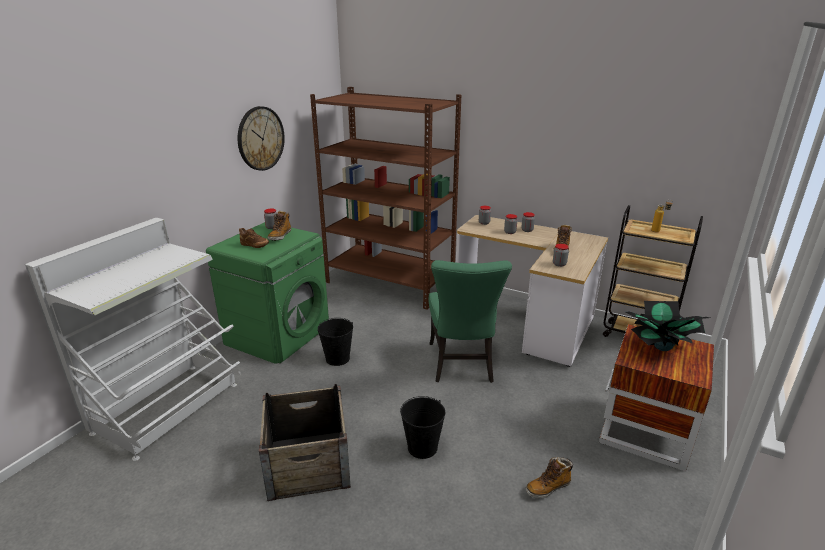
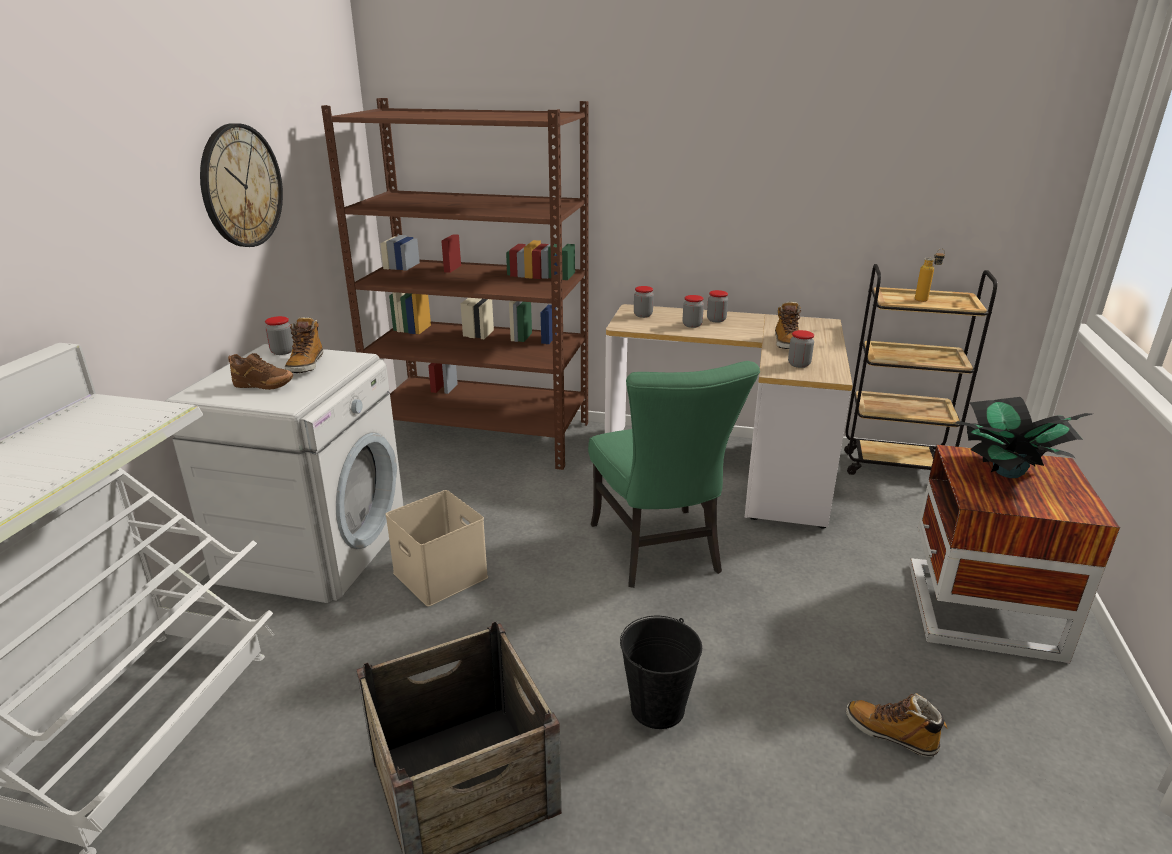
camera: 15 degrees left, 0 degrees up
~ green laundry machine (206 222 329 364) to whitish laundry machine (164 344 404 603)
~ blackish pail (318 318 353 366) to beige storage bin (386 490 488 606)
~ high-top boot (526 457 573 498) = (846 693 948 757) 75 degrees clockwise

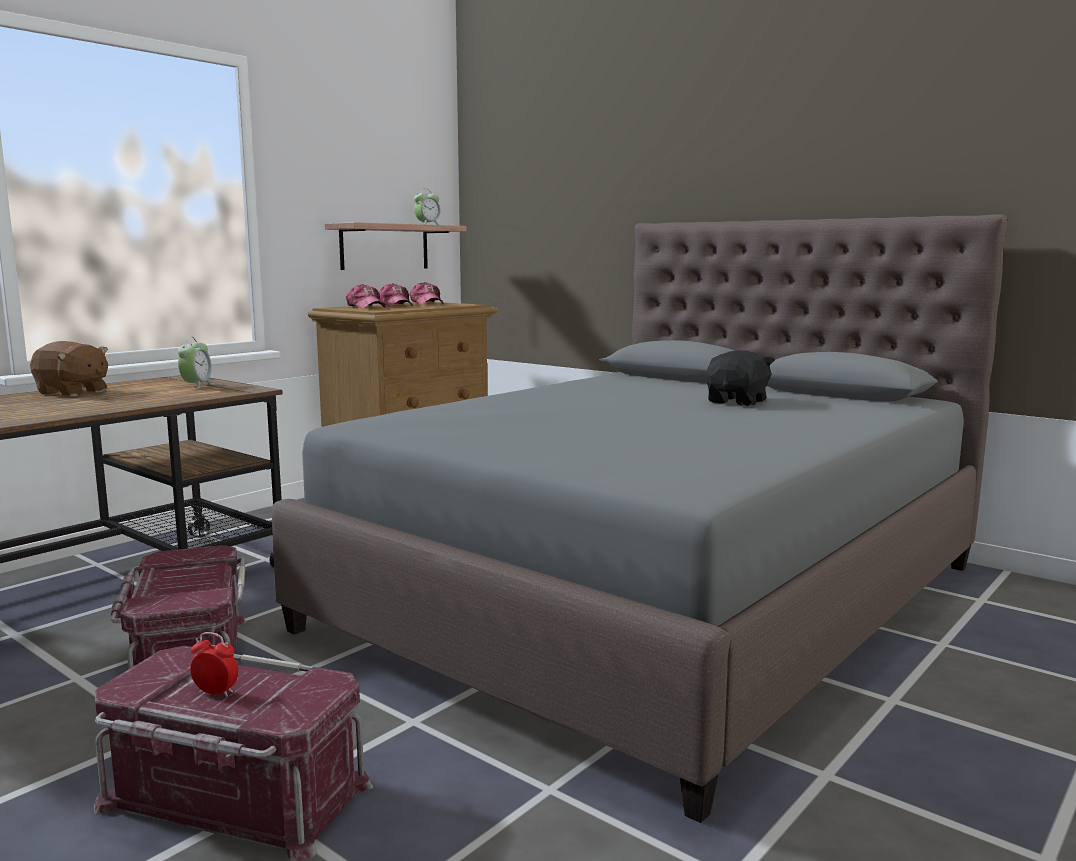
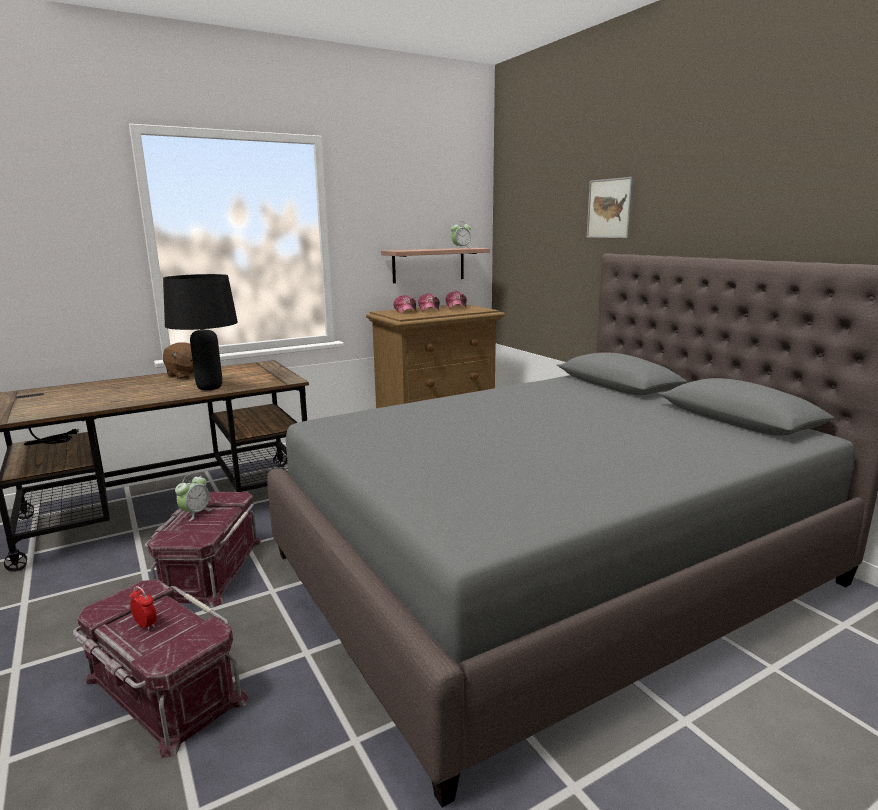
camera: 20 degrees right, 5 degrees up
+ blackish table lamp (163 274 238 390)
~ alarm clock (178 337 213 389) to (175 474 212 521)
+ wall art (587 177 634 238)
- blackish plush toy (706 350 775 406)

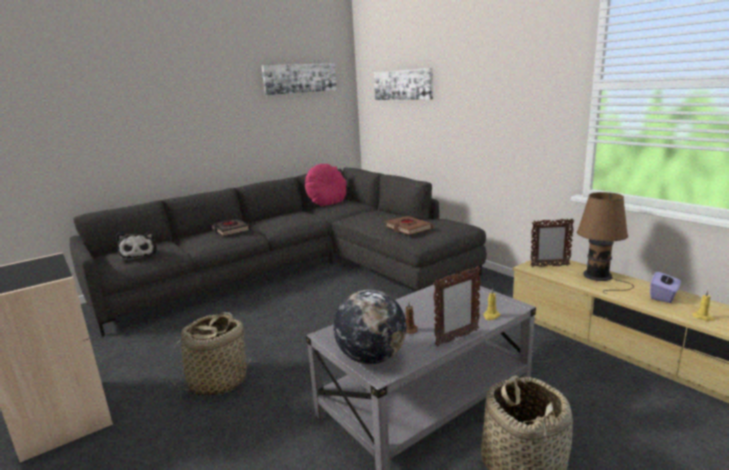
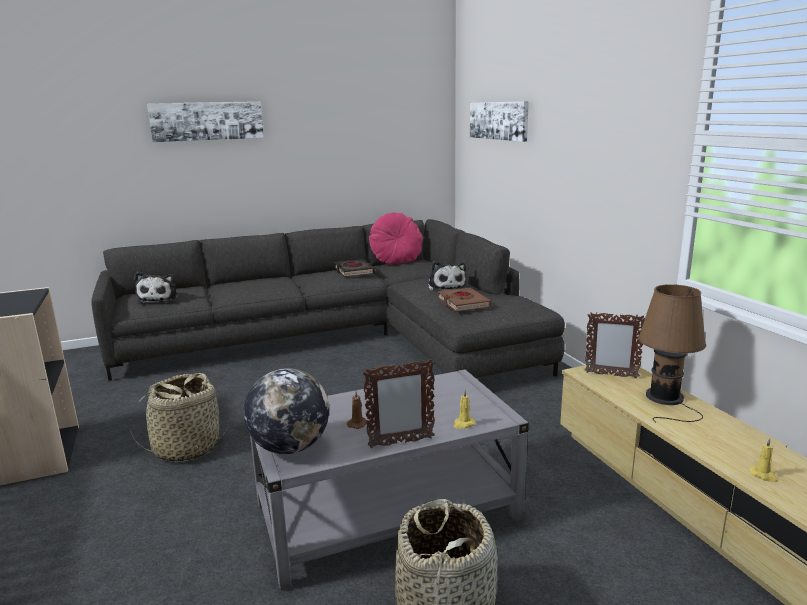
camera: 15 degrees right, 0 degrees up
~ wall art (262 63 337 95) to (147 101 264 142)
~ blackish bound book (210 218 251 236) to (334 259 375 277)
+ plush toy (427 261 466 292)
- purple tissue holder (650 271 681 303)

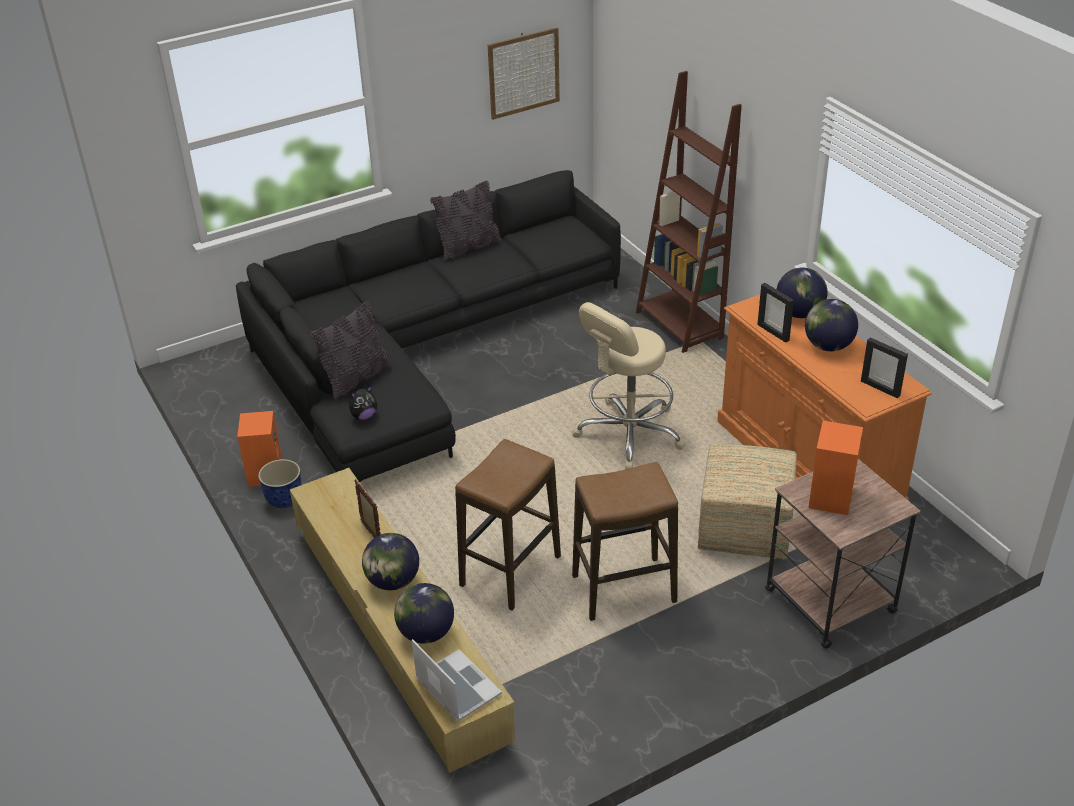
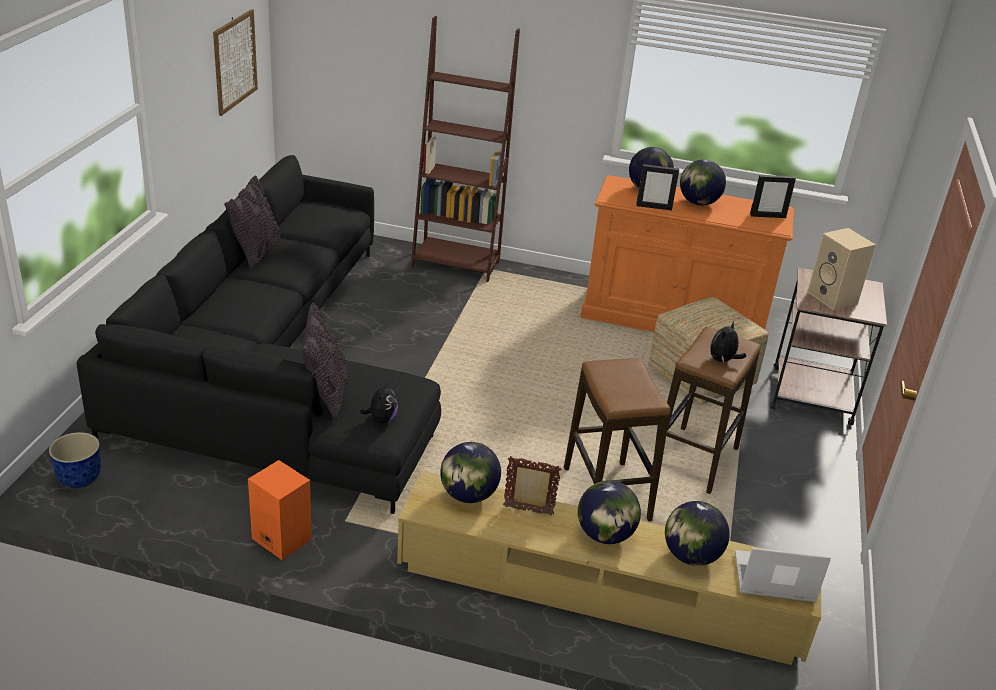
camera: 50 degrees left, 5 degrees down
~ plant pot (258 459 302 508) to (49 432 101 488)
+ world globe (440 442 501 503)
+ plush toy (710 321 746 362)
~ orangey speaker (808 421 863 515) to beige speaker (807 228 876 310)
- beige stool seat (573 302 685 470)

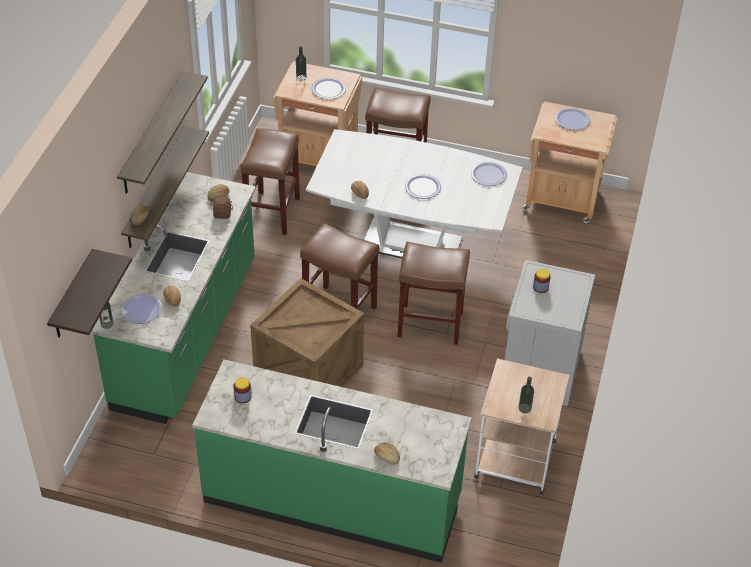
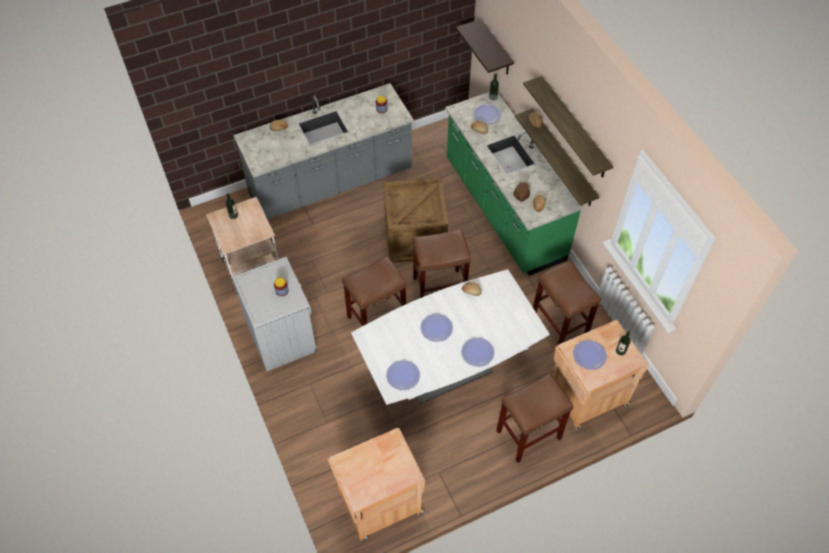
camera: 140 degrees right, 10 degrees up
~ green counter (192 359 472 563) to greyish counter (233 83 414 219)
~ flat dish (555 108 590 130) to (461 338 494 367)

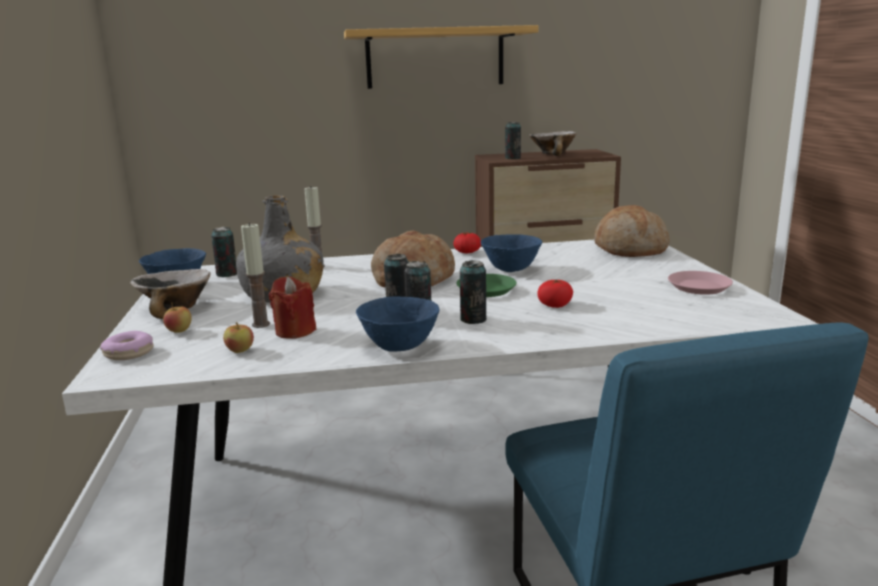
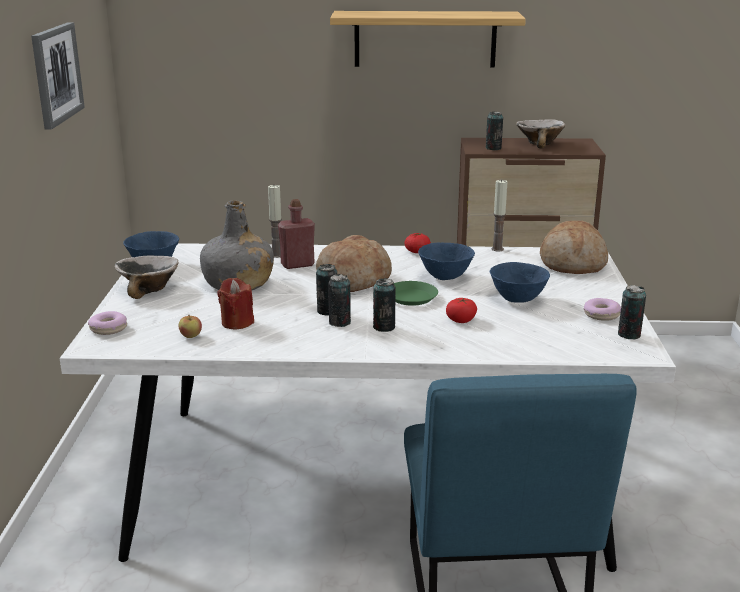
camera: 10 degrees right, 5 degrees up
+ wall art (31 22 85 130)
+ reddish bottle (278 199 315 269)
~ blue-coloured deep dish (356 296 440 352) to (490 262 550 303)
~ candle (241 222 270 328) to (492 179 508 251)
~ pinkish flat dish (668 271 733 295) to ring doughnut (584 298 621 321)
~ sealed can (211 227 237 277) to (618 285 646 339)
- apple fruit (163 302 192 333)

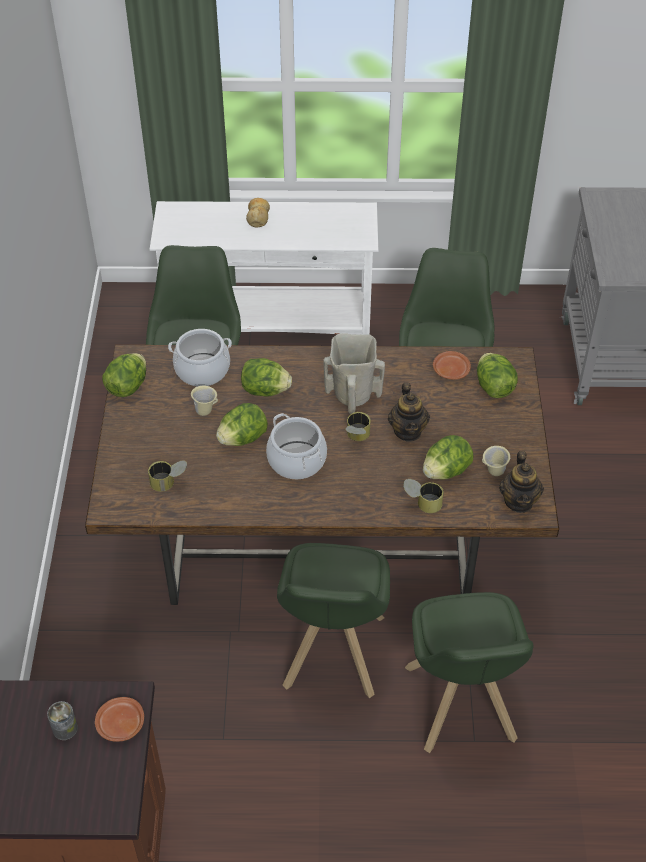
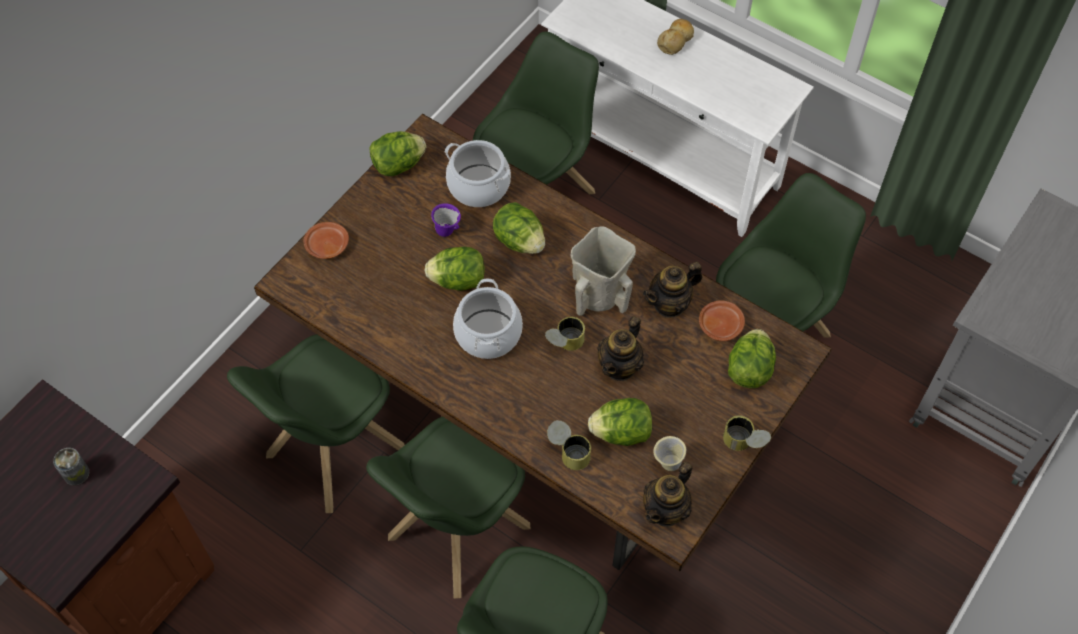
camera: 35 degrees right, 10 degrees up
+ green chair (227 334 405 513)
~ brownish flat dish (95 697 144 742) to (304 222 349 259)
~ beige coffee mug (191 386 218 416) to purple coffee mug (431 203 461 237)
+ teapot (643 261 702 318)
~ sealed can (148 460 187 492) to (723 415 771 451)

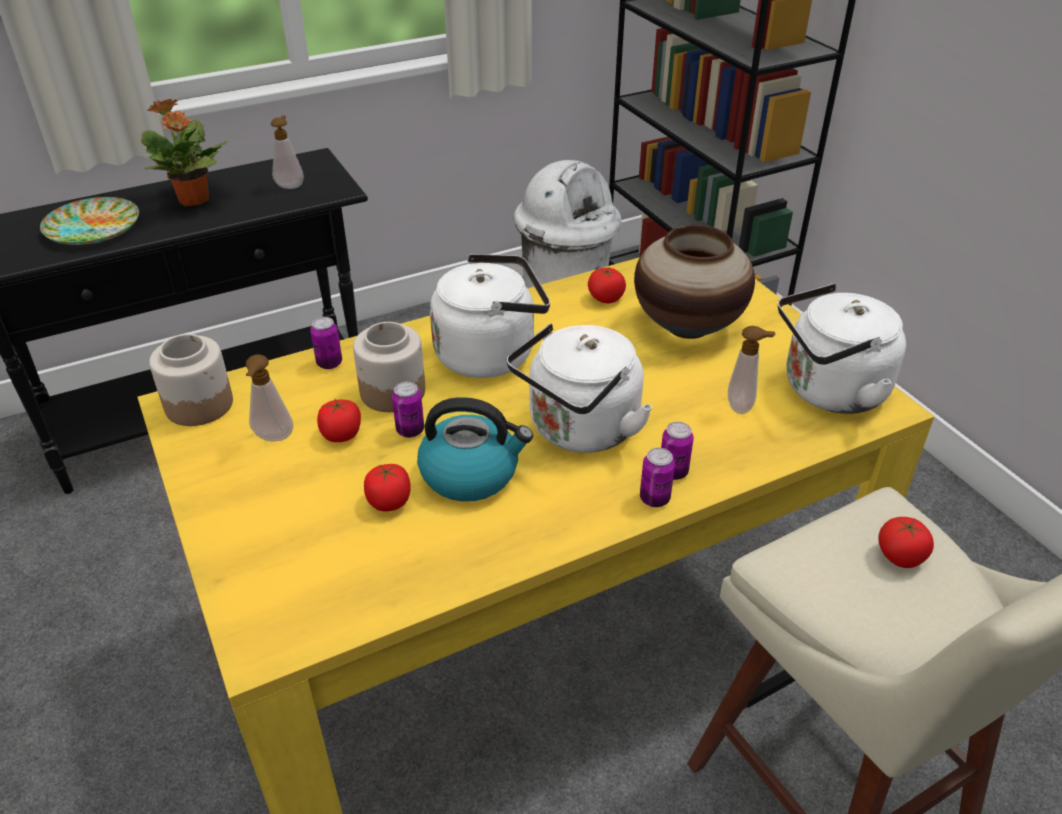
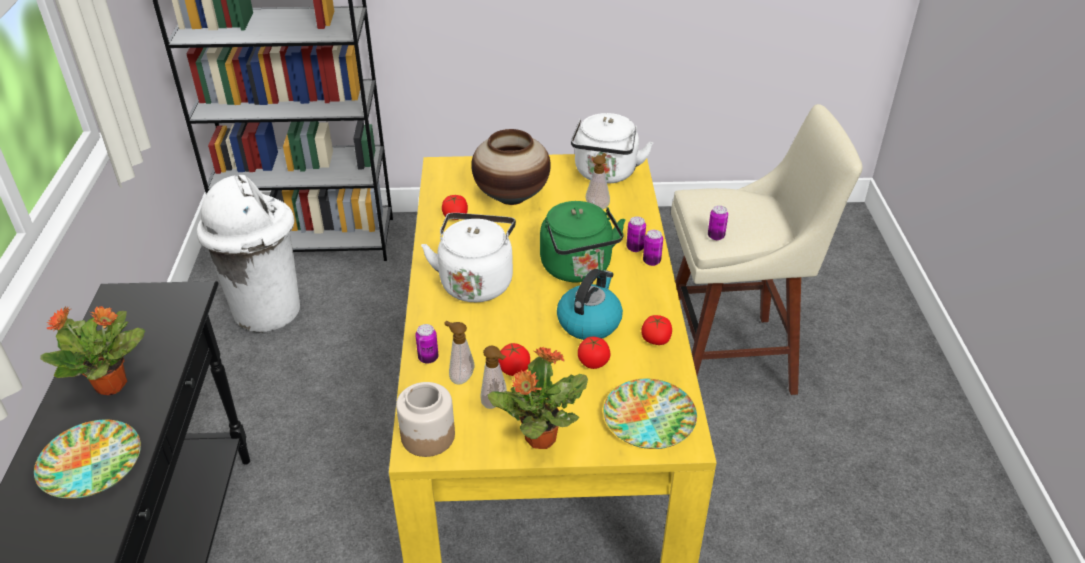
camera: 65 degrees left, 0 degrees up
~ liquid soap bottle (271 115 304 189) to (444 321 475 385)
+ plant in a pot (488 347 588 449)
~ whitish kettle (507 323 652 453) to green kettle (540 201 626 282)
+ flat dish (603 379 697 449)
~ whole tomato (878 517 934 568) to (641 315 672 345)
~ sealed can (392 381 424 438) to (708 205 728 240)
- storage jar (353 322 425 412)

